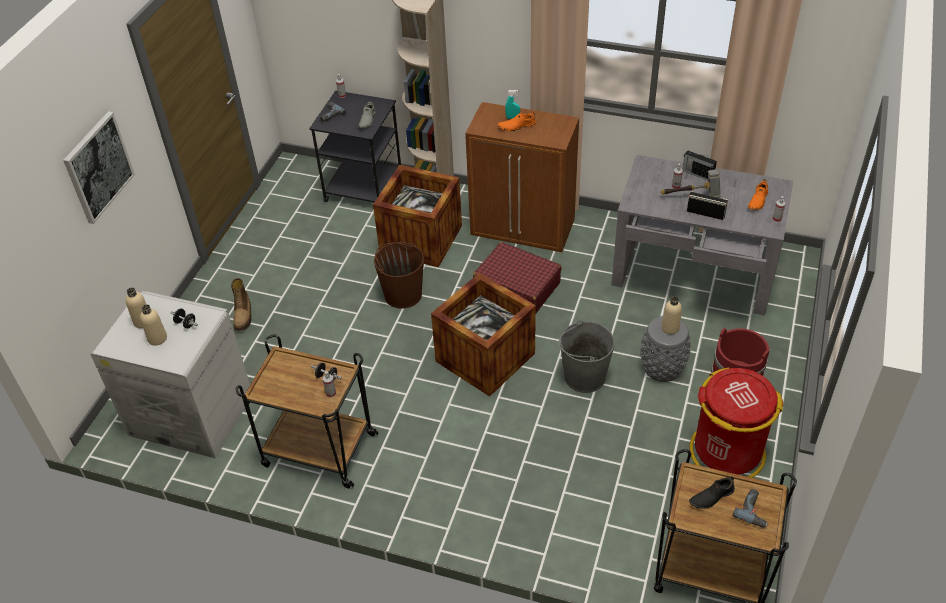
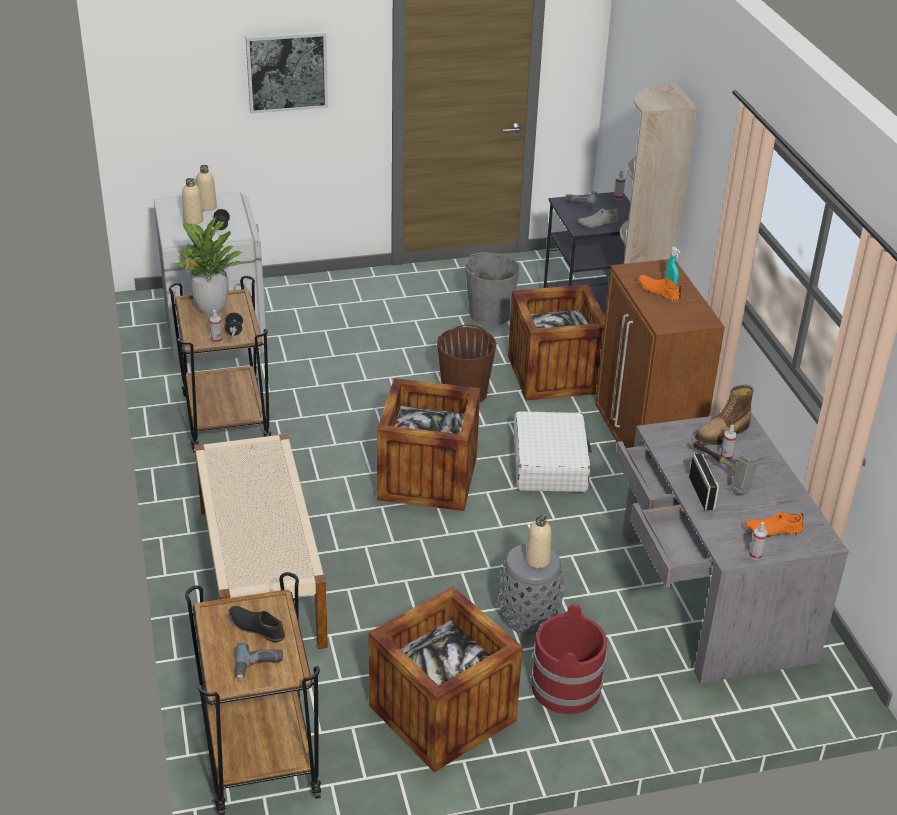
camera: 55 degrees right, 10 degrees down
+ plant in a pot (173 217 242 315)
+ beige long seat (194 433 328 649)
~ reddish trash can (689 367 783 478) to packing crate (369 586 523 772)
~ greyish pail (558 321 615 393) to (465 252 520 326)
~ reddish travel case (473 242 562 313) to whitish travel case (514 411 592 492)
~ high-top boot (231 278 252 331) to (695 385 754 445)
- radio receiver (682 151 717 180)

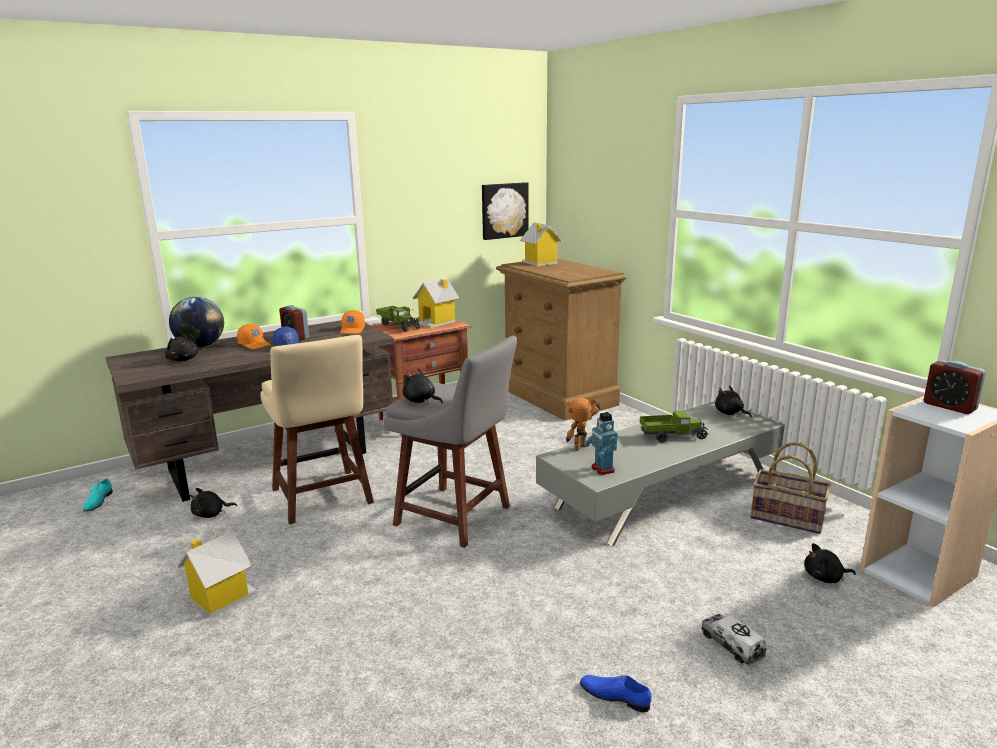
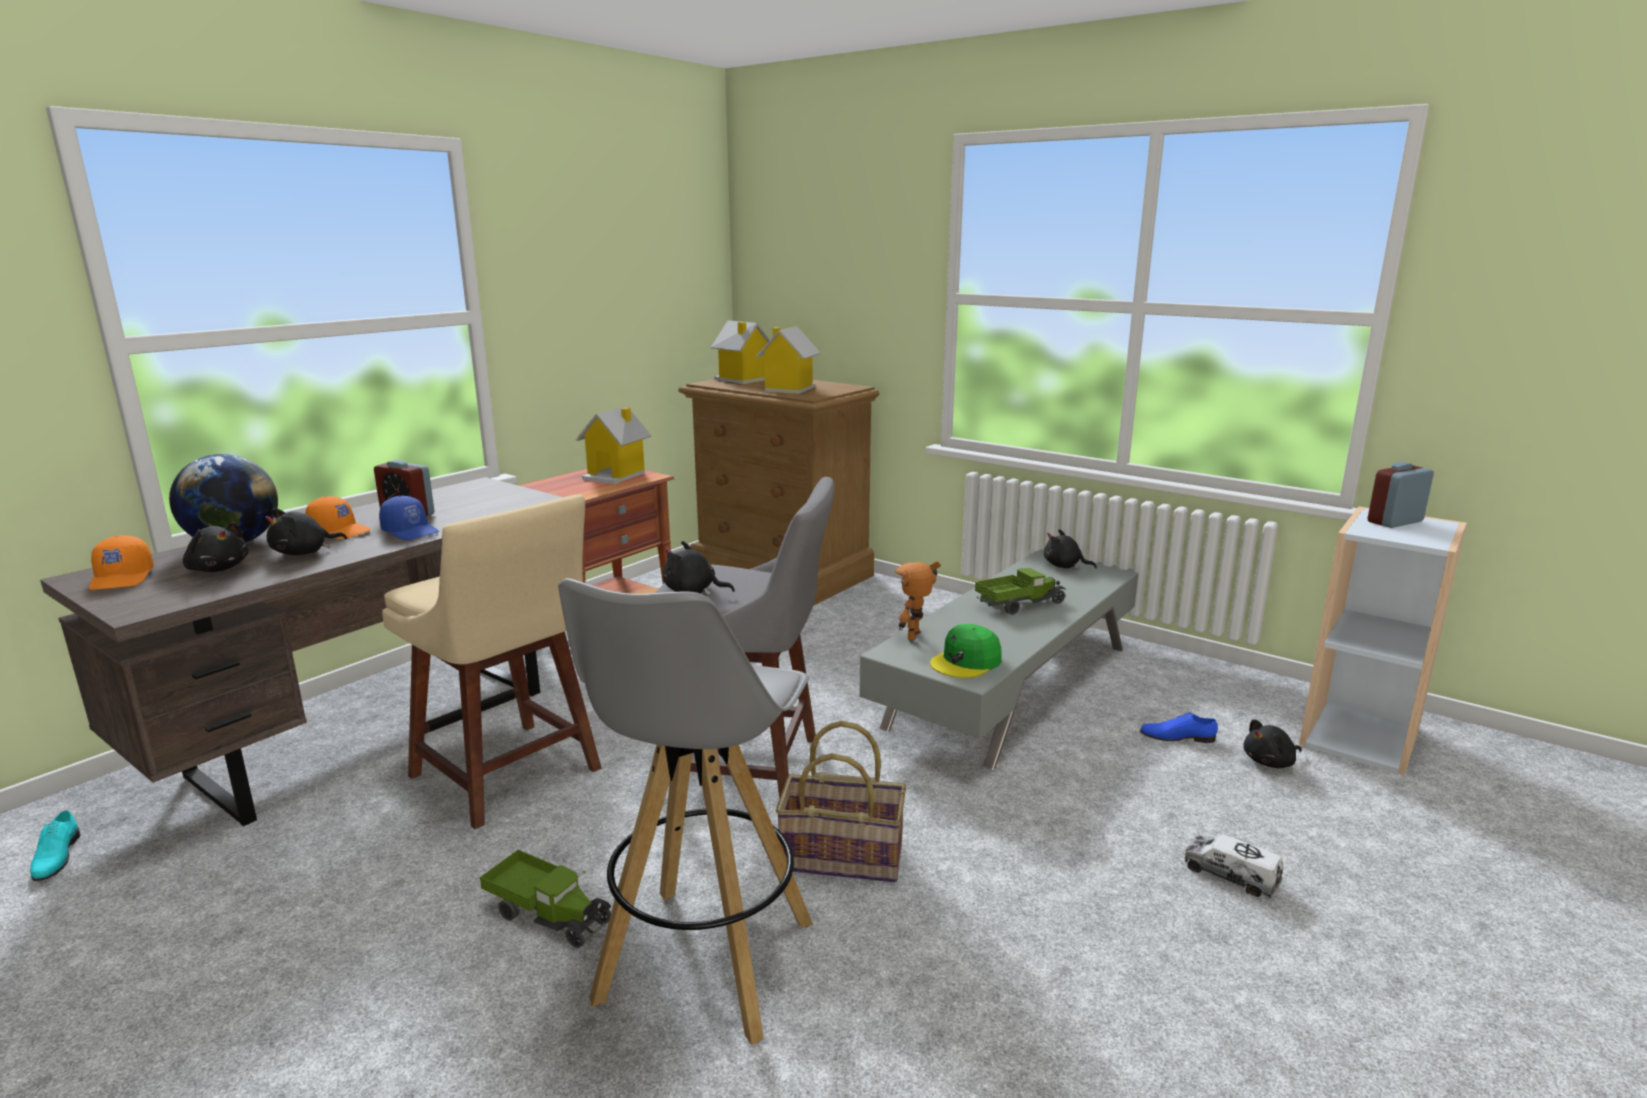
camera: 20 degrees left, 0 degrees up
~ orangey peaked cap (340 310 365 333) to (89 535 154 590)
~ blackish plush toy (190 488 237 518) to (265 508 347 555)
~ toy lorry (376 306 420 332) to (480 850 611 948)
+ greyish stool seat (558 578 813 1045)
~ miniature house (177 531 257 617) to (756 326 821 394)
~ storage basket (751 442 831 534) to (776 721 906 882)
~ robot figure (584 412 618 475) to green peaked cap (930 624 1002 678)
~ blue-coloured shoe (580 675 652 712) to (1140 712 1218 743)
~ alarm clock (924 360 986 414) = (1367 461 1434 528) 120 degrees clockwise
- wall art (482 182 529 240)

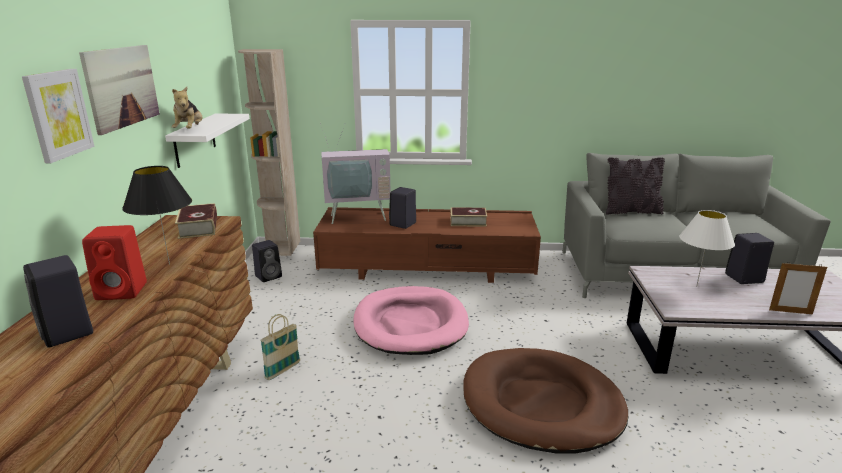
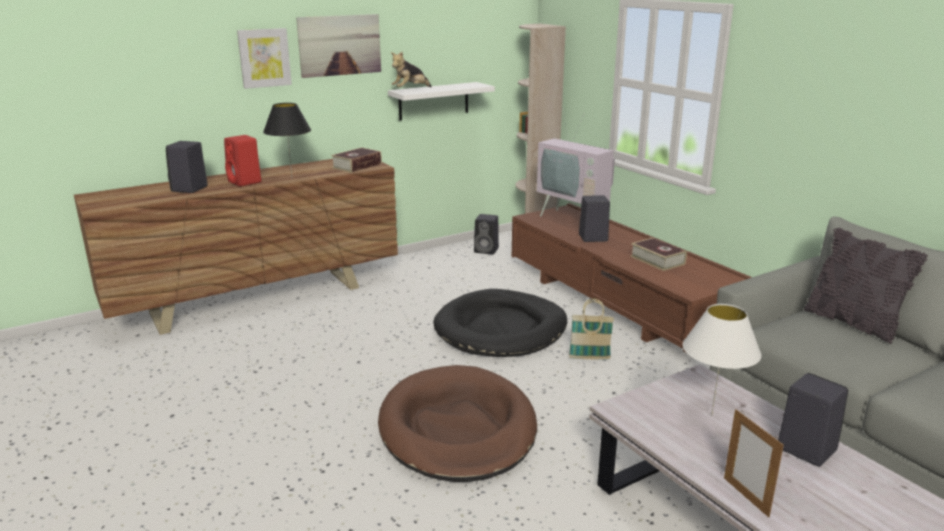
camera: 55 degrees right, 0 degrees up
~ pinkish pet bed (354 286 469 355) to blackish pet bed (433 289 567 357)
~ storage basket (260 314 300 380) to (569 299 614 360)

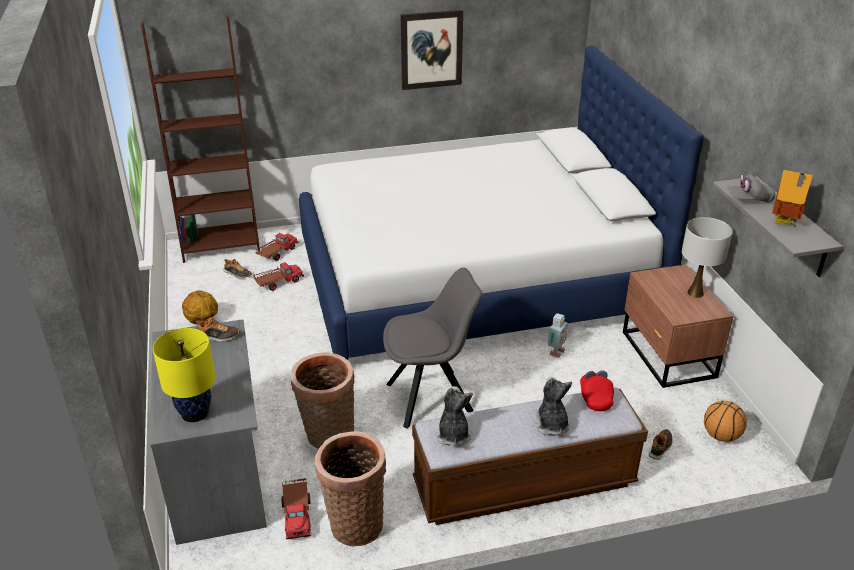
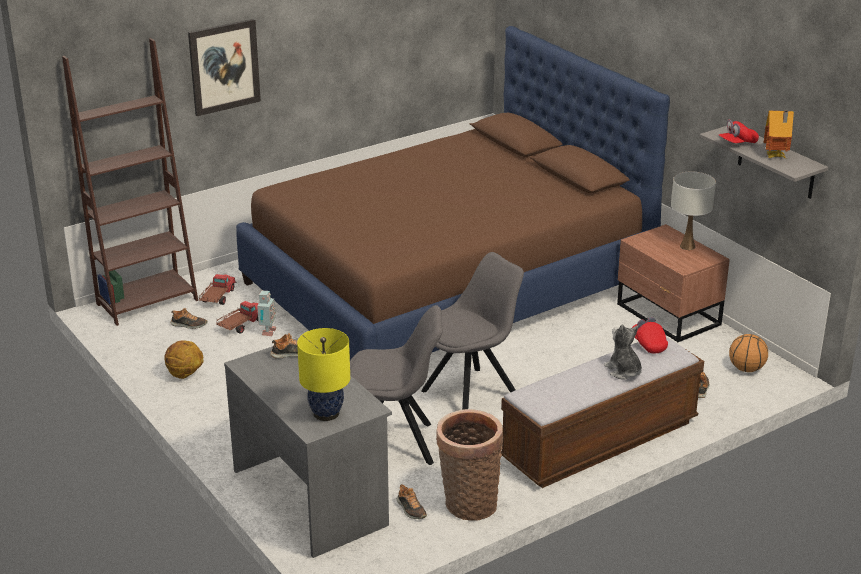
camera: 20 degrees left, 5 degrees down
~ wall art (401 10 463 90) to (188 19 261 116)
~ whitish bed (299 46 704 360) to brownish bed (236 26 670 360)
~ robot figure (548 313 568 358) to (257 291 276 336)
~ storage basket (291 352 355 449) to greyish chair (350 305 443 465)
~ toy lorry (281 478 311 539) to shoe (397 484 427 519)
~ greyish peaked cap (727 172 775 203) to reddish peaked cap (719 120 759 143)
- plush toy (435 386 473 446)

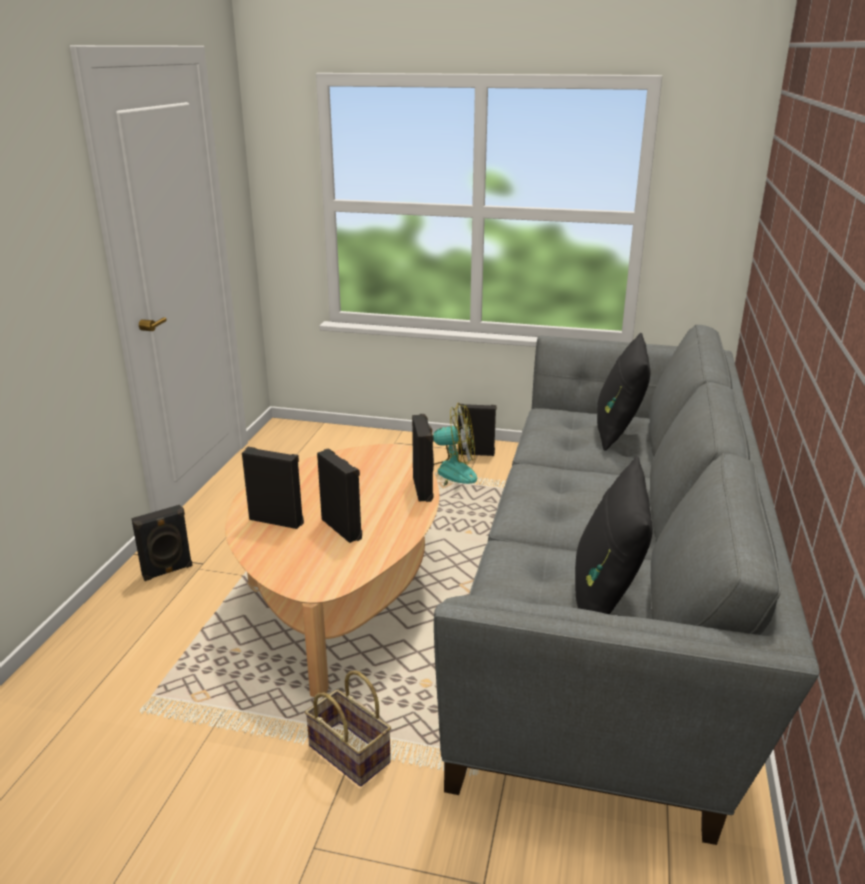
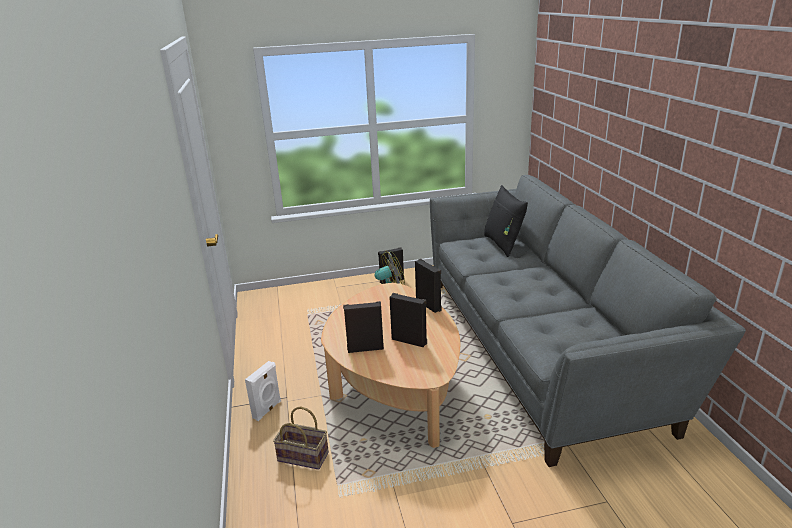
camera: 25 degrees left, 0 degrees up
~ blackish speaker (131 505 193 581) to whitish speaker (245 361 281 421)
~ storage basket (305 671 391 786) to (273 407 329 470)
- blackish throw pillow (575 456 653 614)

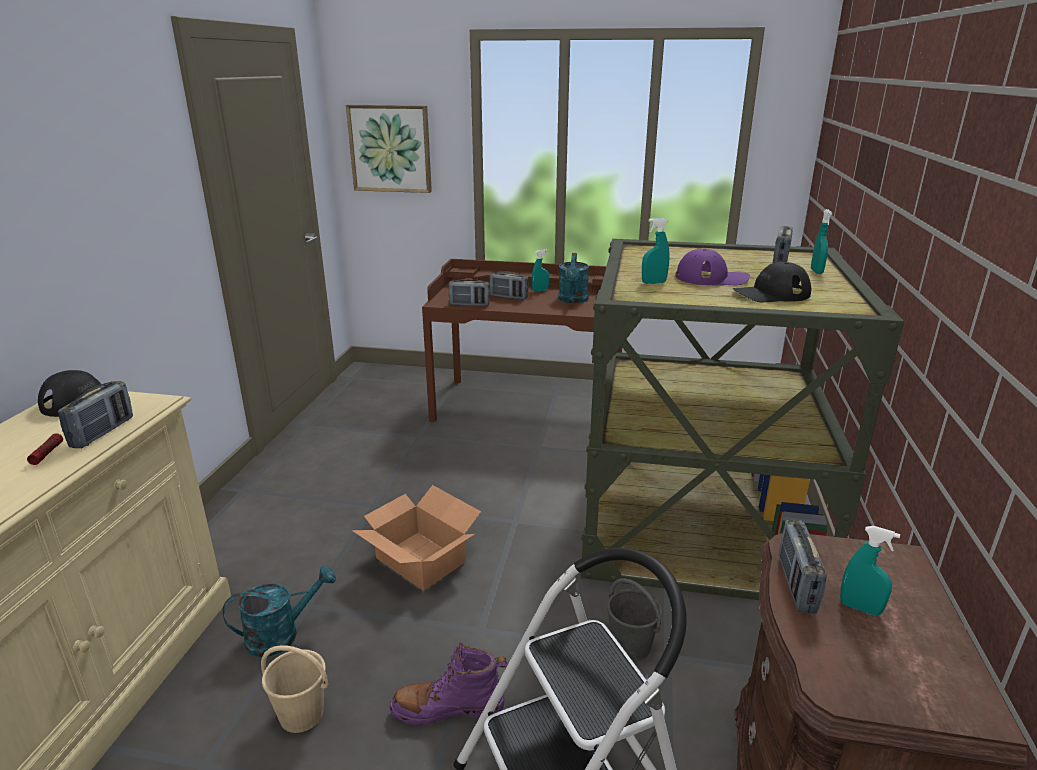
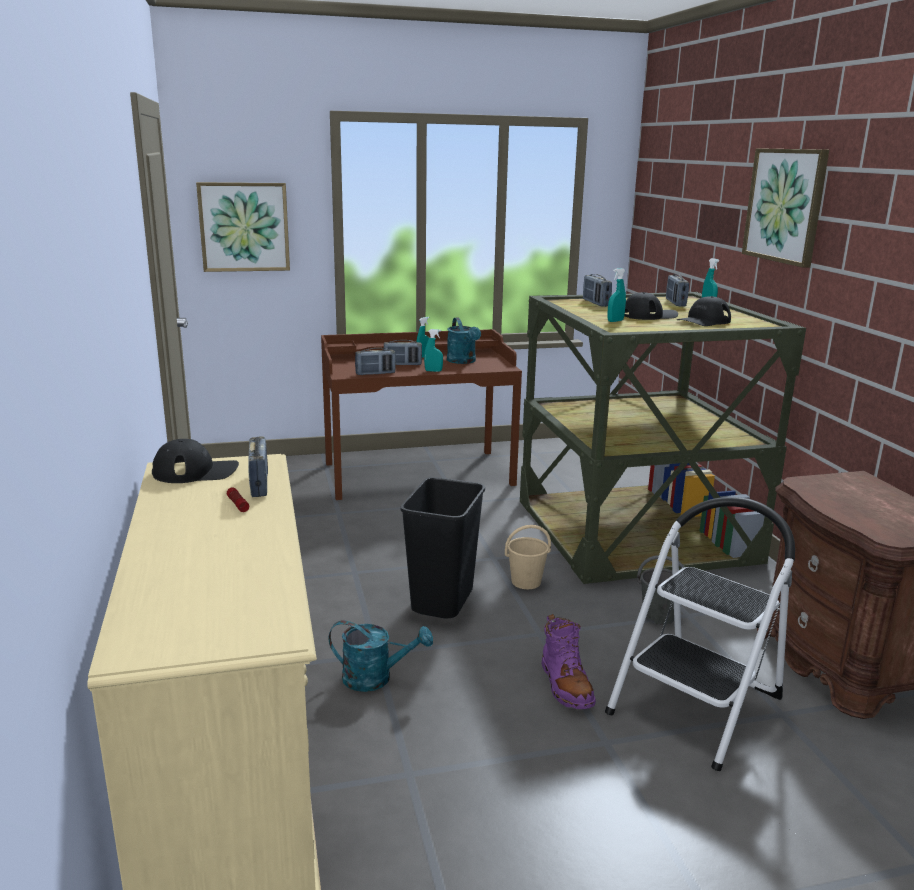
camera: 25 degrees left, 5 degrees down
~ turquoise-coloured watering can (223 565 336 657) = (329 620 433 692) 60 degrees clockwise
~ cardboard box (352 485 481 591) to blackish trash can (400 477 485 618)
~ turquoise-coloured sprayer (840 526 900 616) to (424 329 443 372)
~ beige pail (261 645 328 733) to (505 525 551 589)
~ purple high-top boot (389 642 507 725) = (541 614 596 709) 75 degrees counterclockwise
~ radio receiver (779 520 827 613) to (583 274 612 307)
~ purple peaked cap (675 249 750 285) to blackish peaked cap (624 292 678 320)
+ wall art (742 148 829 268)

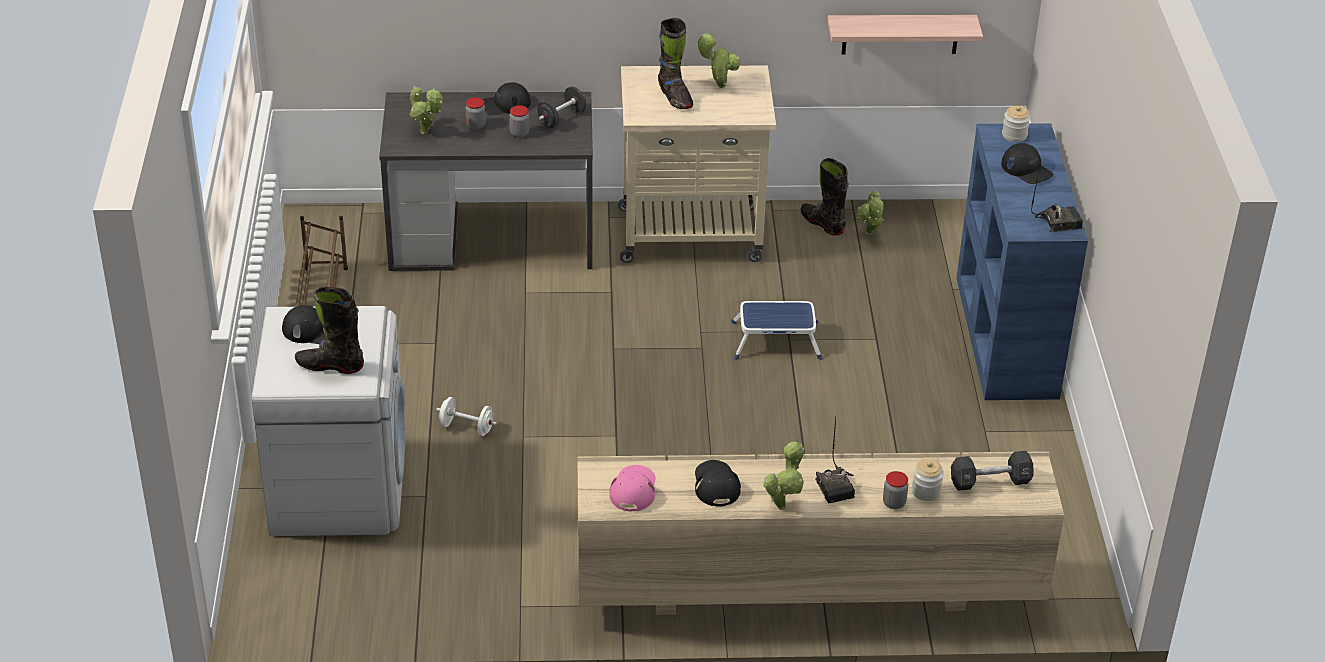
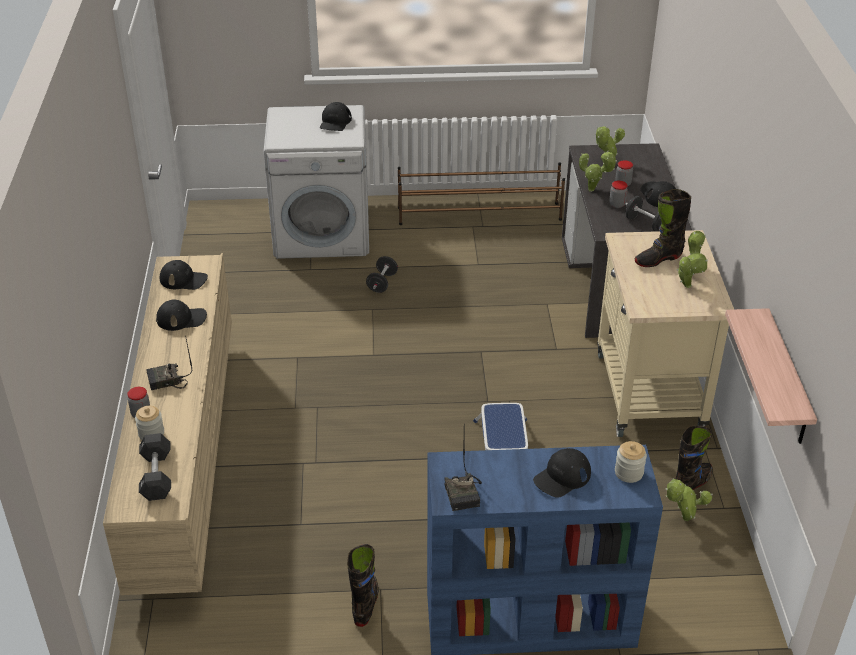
camera: 90 degrees right, 0 degrees up
~ pinkish peaked cap (609 465 656 512) to blackish peaked cap (160 260 208 290)
~ blackish high-top boot (295 287 364 374) to (347 544 379 627)
~ whitish dumbbell (436 397 497 436) to blackish dumbbell (366 256 398 293)
~ plant in a pot (764 442 804 510) to (579 150 617 192)

